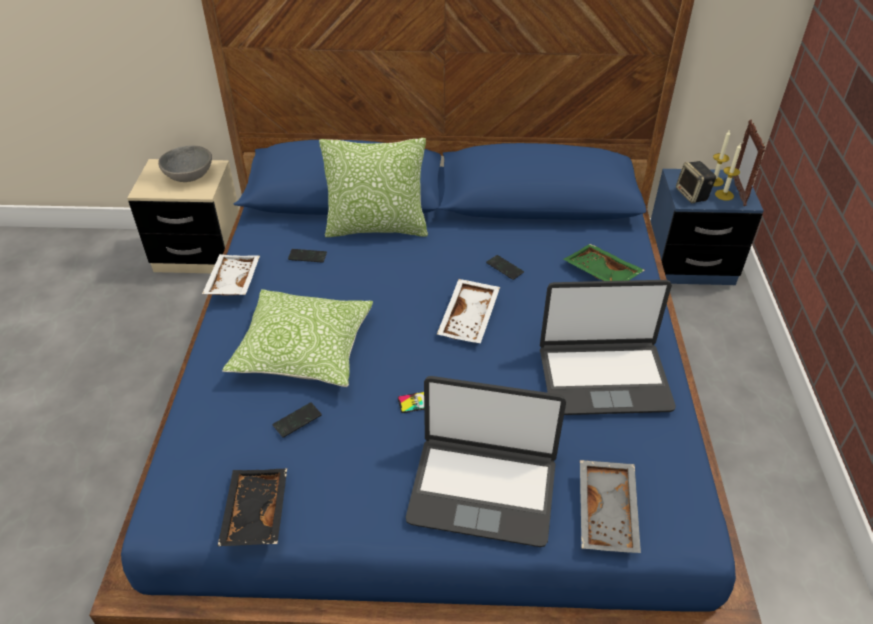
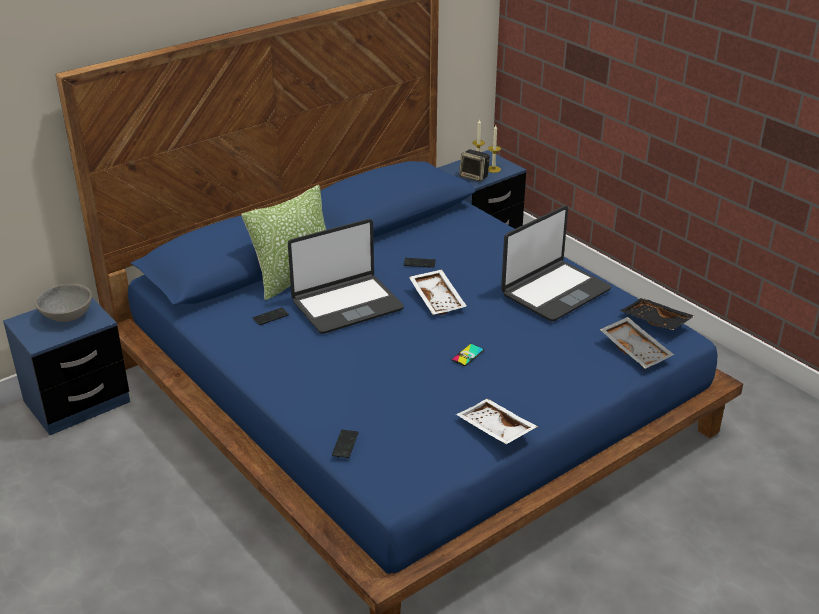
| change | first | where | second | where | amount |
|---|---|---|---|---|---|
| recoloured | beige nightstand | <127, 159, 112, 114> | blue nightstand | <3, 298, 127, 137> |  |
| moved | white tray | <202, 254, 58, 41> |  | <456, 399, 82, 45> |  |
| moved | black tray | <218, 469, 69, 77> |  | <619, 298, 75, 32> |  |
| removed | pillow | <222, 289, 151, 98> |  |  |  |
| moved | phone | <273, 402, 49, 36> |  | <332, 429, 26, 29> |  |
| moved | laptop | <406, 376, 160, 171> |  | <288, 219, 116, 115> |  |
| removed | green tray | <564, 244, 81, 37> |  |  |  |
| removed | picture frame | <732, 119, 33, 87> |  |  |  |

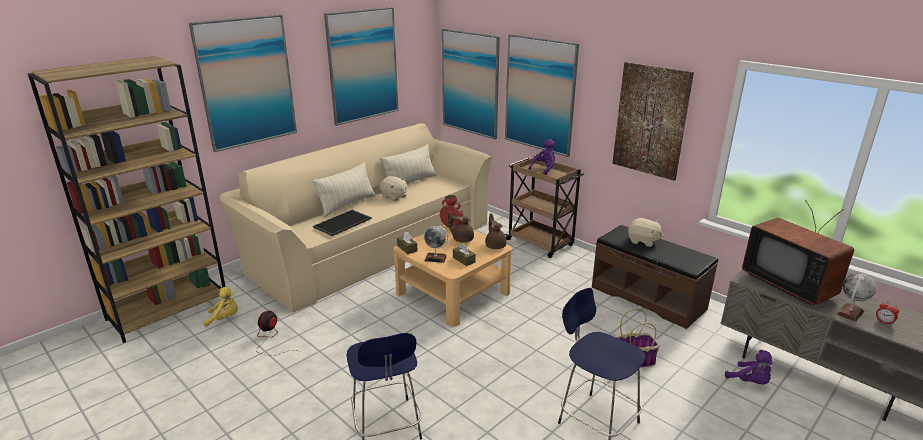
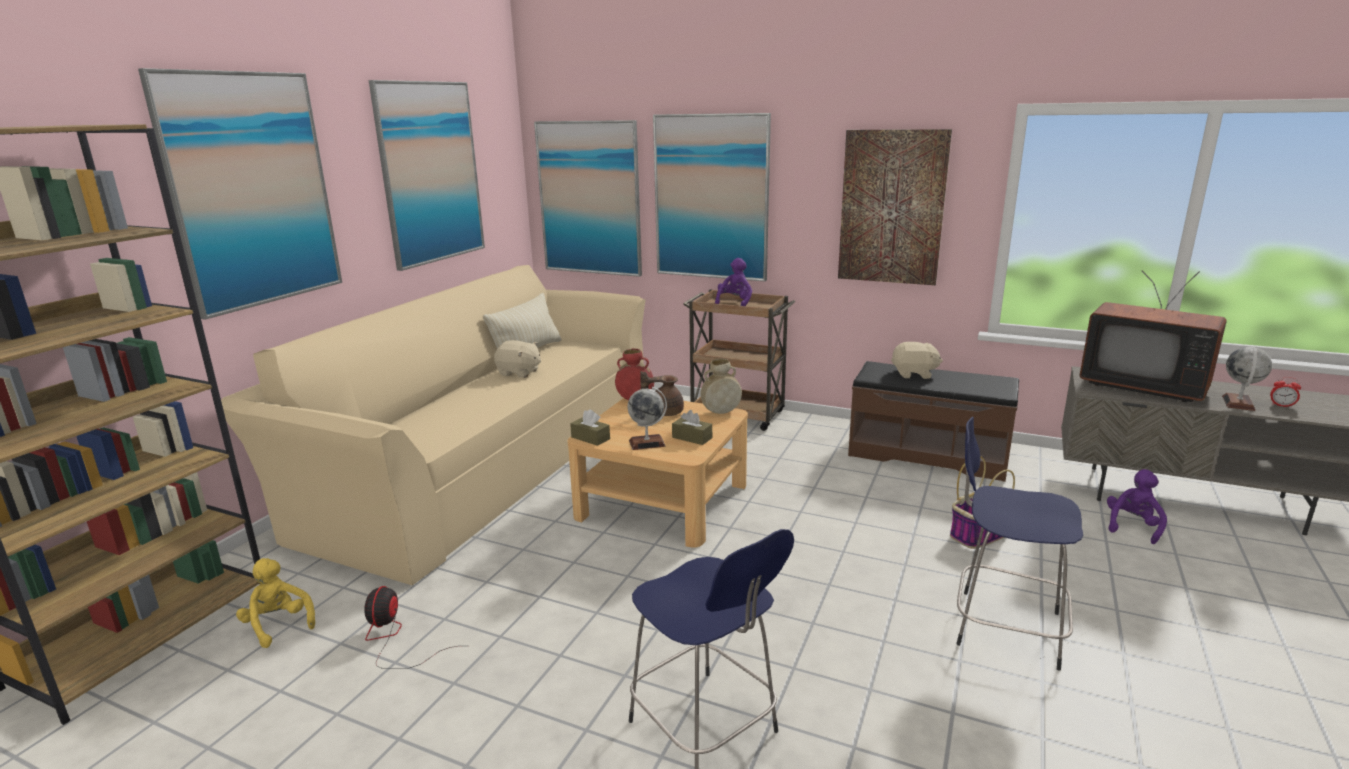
| change | first | where | second | where | amount |
|---|---|---|---|---|---|
| turned | yellow plush toy | <203, 287, 35, 40> |  | <236, 558, 79, 90> | 105 degrees counterclockwise |
| removed | beige pillow | <313, 162, 63, 55> |  |  |  |
| removed | tray | <313, 210, 59, 26> |  |  |  |
| replaced | brown teapot | <485, 213, 22, 36> | beige vase | <700, 358, 42, 56> |  |
| turned | purple plush toy | <725, 350, 48, 34> |  | <1107, 469, 60, 75> | 90 degrees counterclockwise |

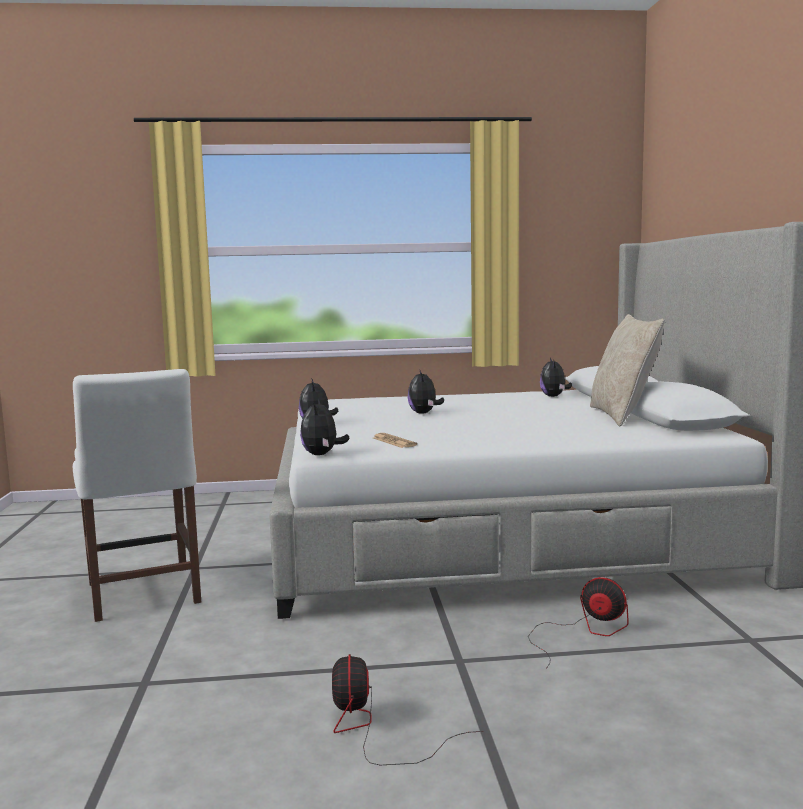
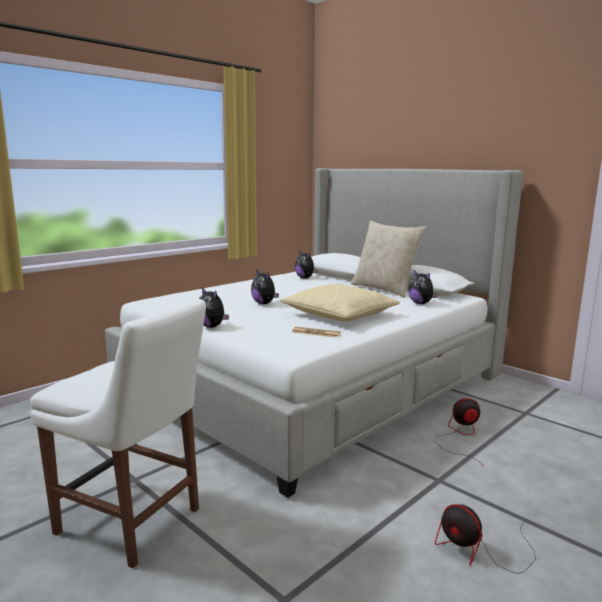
| change | first | where | second | where | amount |
|---|---|---|---|---|---|
| moved | plush toy | <300, 398, 50, 57> |  | <408, 270, 30, 34> |  |
| added |  |  | beige pillow | <280, 284, 120, 38> |  |

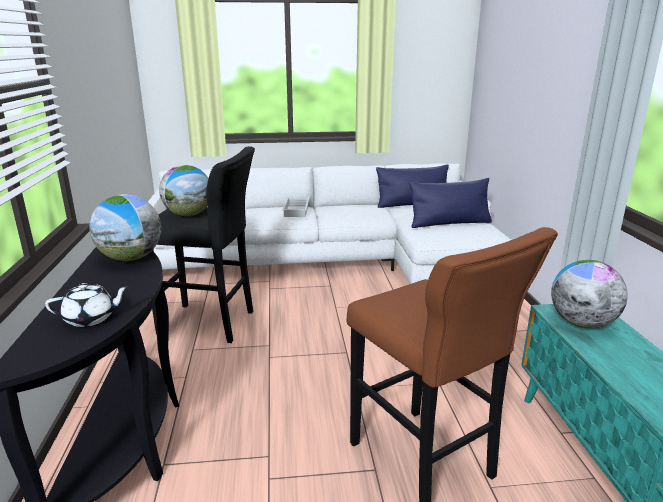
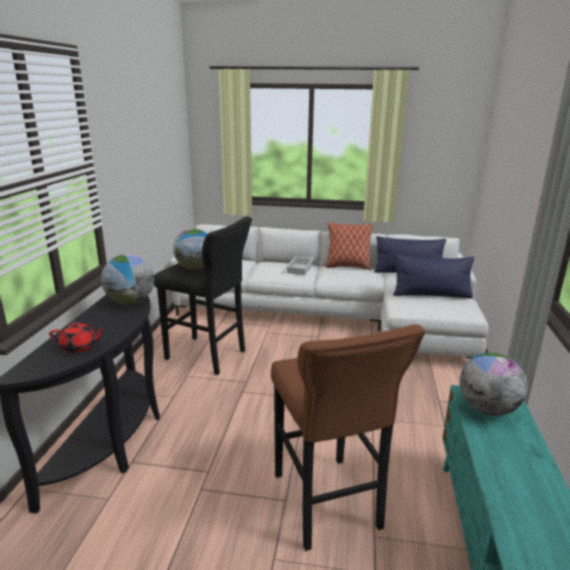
| change | first | where | second | where | amount |
|---|---|---|---|---|---|
| recoloured | white teapot | <45, 283, 84, 44> | red teapot | <49, 322, 57, 31> |  |
| added |  |  | pillow | <326, 222, 47, 48> |  |

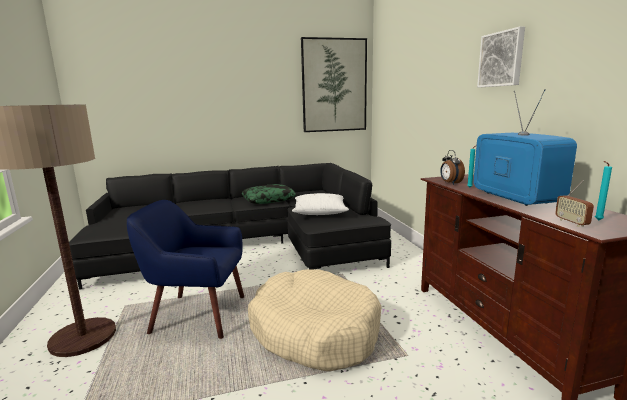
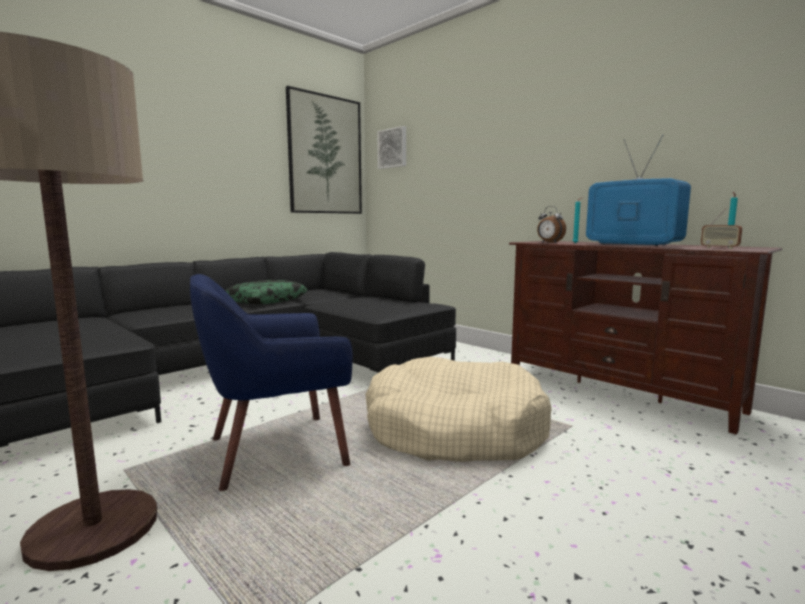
| change | first | where | second | where | amount |
|---|---|---|---|---|---|
| removed | white pillow | <292, 193, 57, 22> |  |  |  |
| moved | picture | <477, 26, 48, 61> |  | <377, 126, 29, 43> |  |

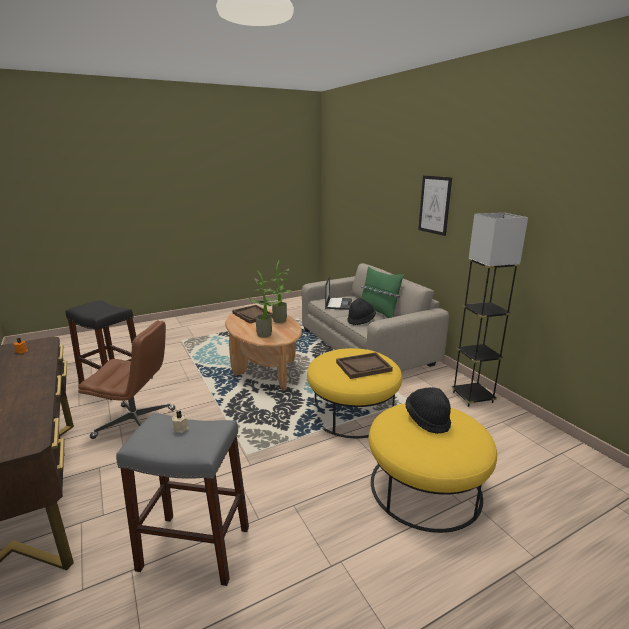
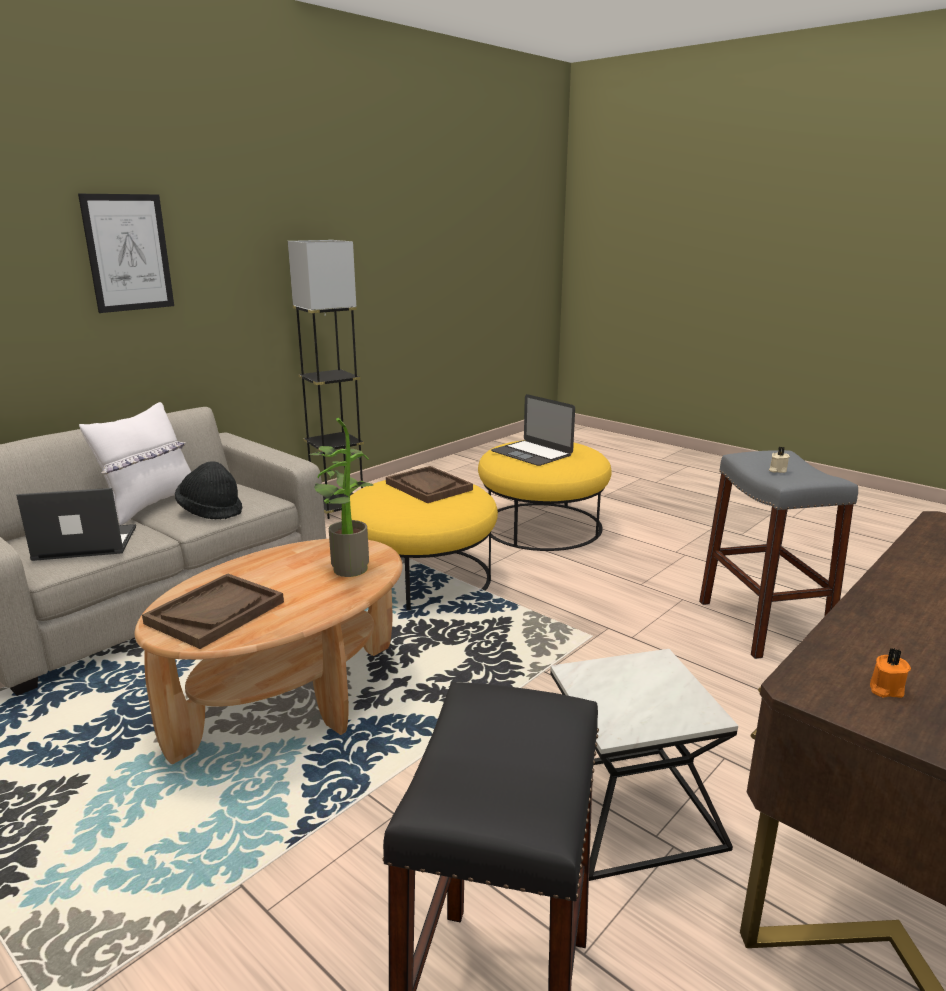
| change | first | where | second | where | amount |
|---|---|---|---|---|---|
| replaced | brown office chair | <78, 320, 97, 119> | side table | <550, 649, 188, 232> |  |
| removed | potted plant | <269, 260, 23, 63> |  |  |  |
| recoloured | green pillow | <361, 267, 43, 51> | white pillow | <79, 402, 112, 123> |  |
| replaced | black hat | <405, 387, 46, 47> | laptop | <491, 394, 84, 72> |  |

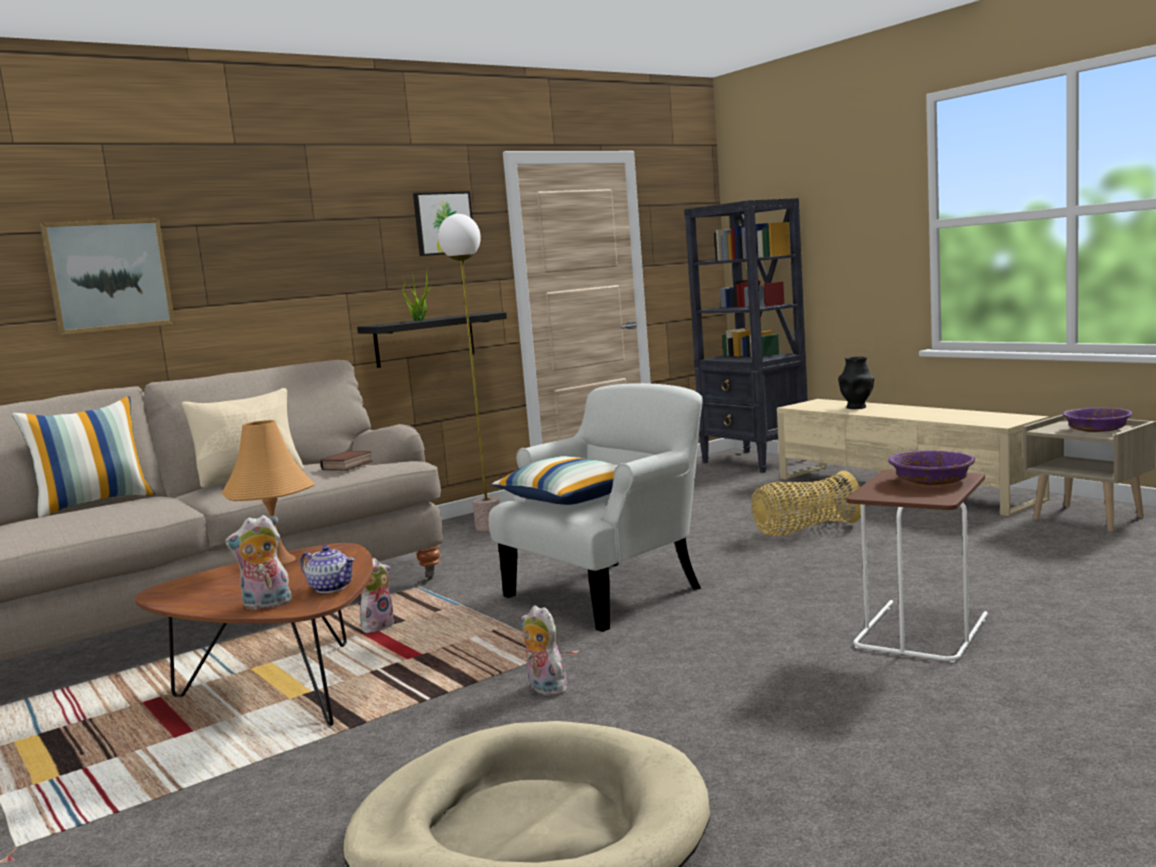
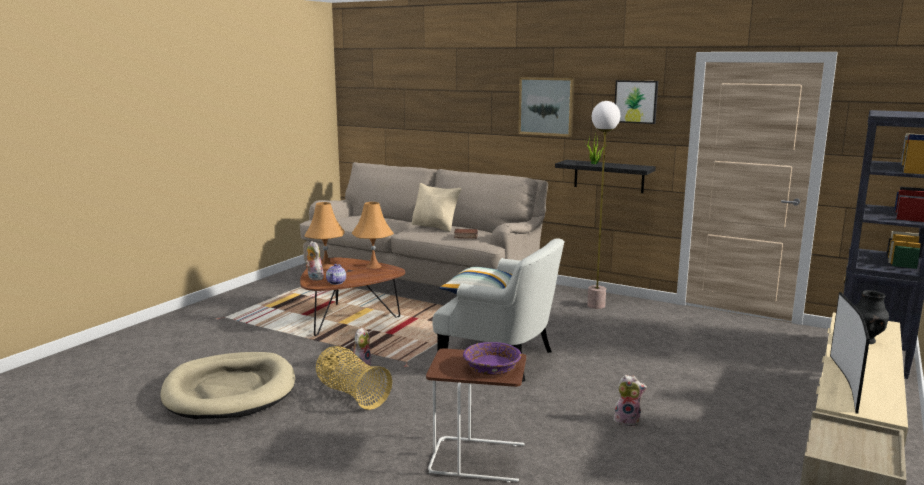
| change | first | where | second | where | amount |
|---|---|---|---|---|---|
| removed | pillow | <12, 396, 143, 122> |  |  |  |
| moved | picture | <40, 218, 135, 117> |  | <518, 77, 56, 60> |  |
| moved | plush toy | <360, 558, 34, 75> |  | <614, 375, 33, 52> |  |
| moved | basket | <751, 471, 110, 65> |  | <316, 346, 76, 64> |  |
| removed | purple bowl | <1063, 408, 69, 24> |  |  |  |
| added |  |  | orange table lamp | <304, 202, 41, 67> |  |
| added |  |  | television | <830, 292, 40, 122> |  |

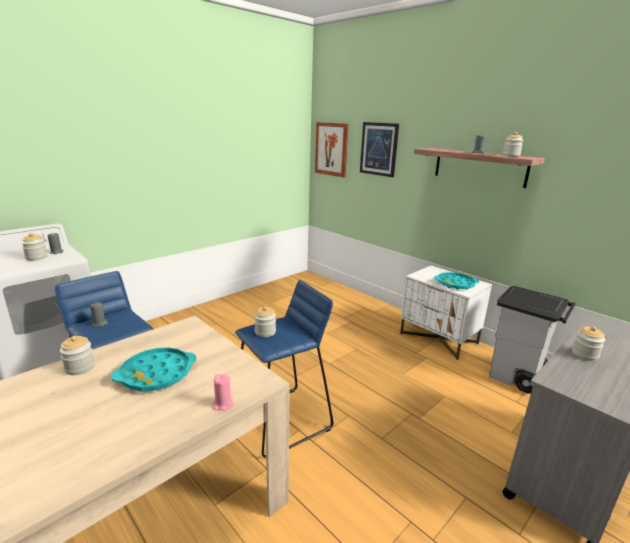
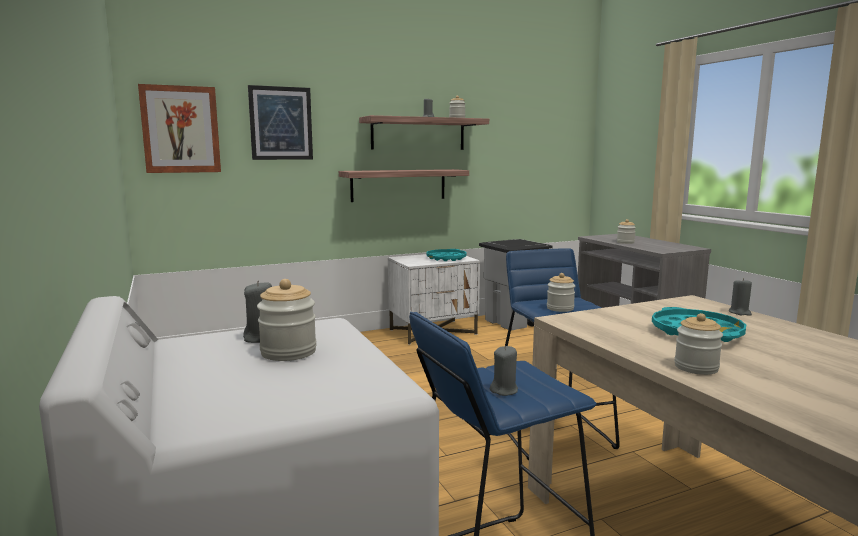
| change | first | where | second | where | amount |
|---|---|---|---|---|---|
| recoloured | pink candle | <213, 374, 21, 37> | grey candle | <729, 278, 23, 38> |  |
| added |  |  | shelf | <339, 169, 130, 33> |  |

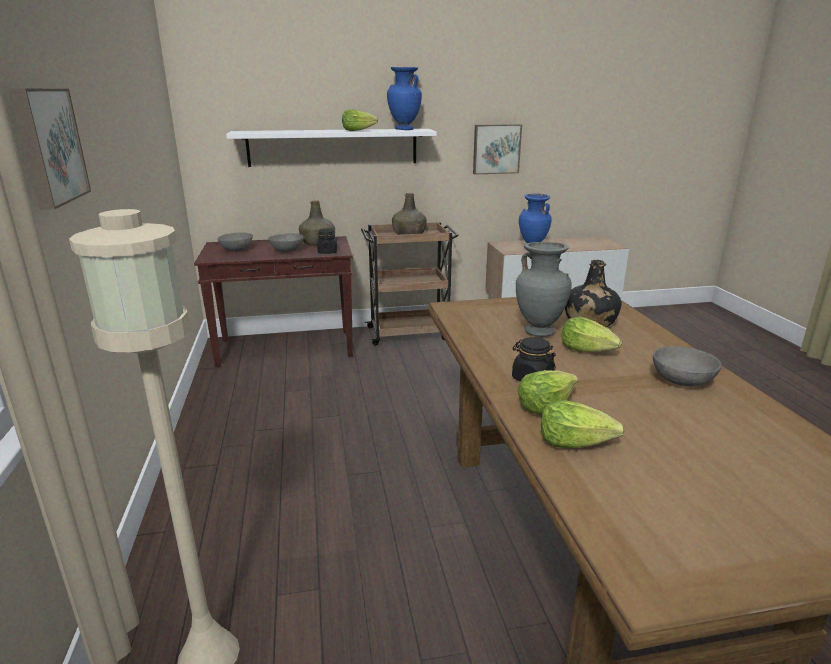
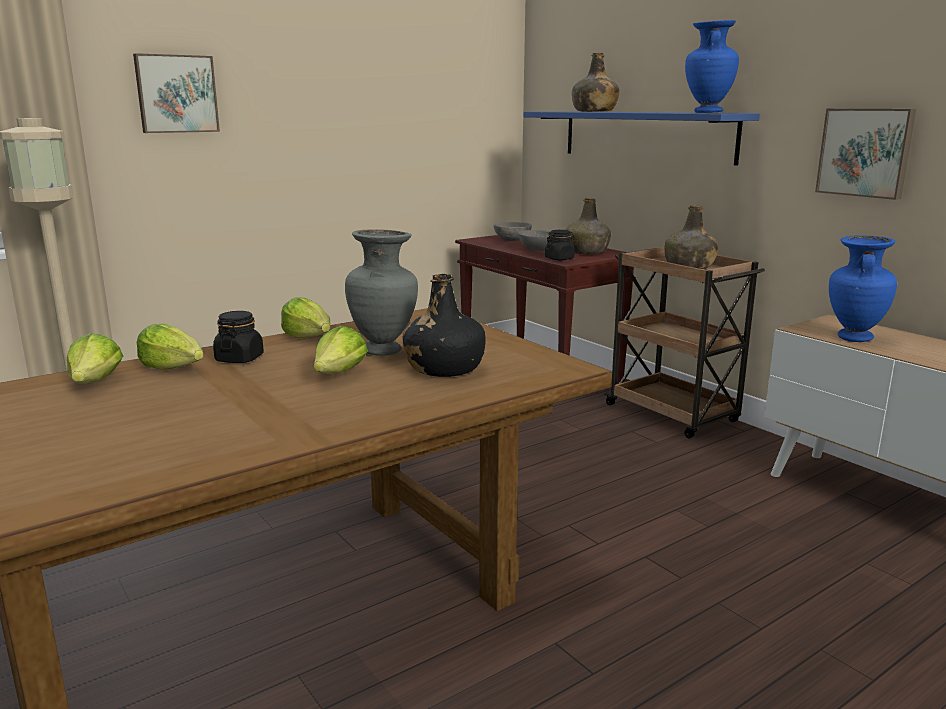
| change | first | where | second | where | amount |
|---|---|---|---|---|---|
| recoloured | white shelf | <226, 129, 211, 38> | blue shelf | <524, 111, 236, 55> |  |
| moved | lettuce | <342, 109, 36, 22> |  | <281, 298, 50, 40> |  |
| removed | grey bowl | <653, 346, 69, 40> |  |  |  |
| added |  |  | green bottle | <572, 53, 47, 59> |  |

